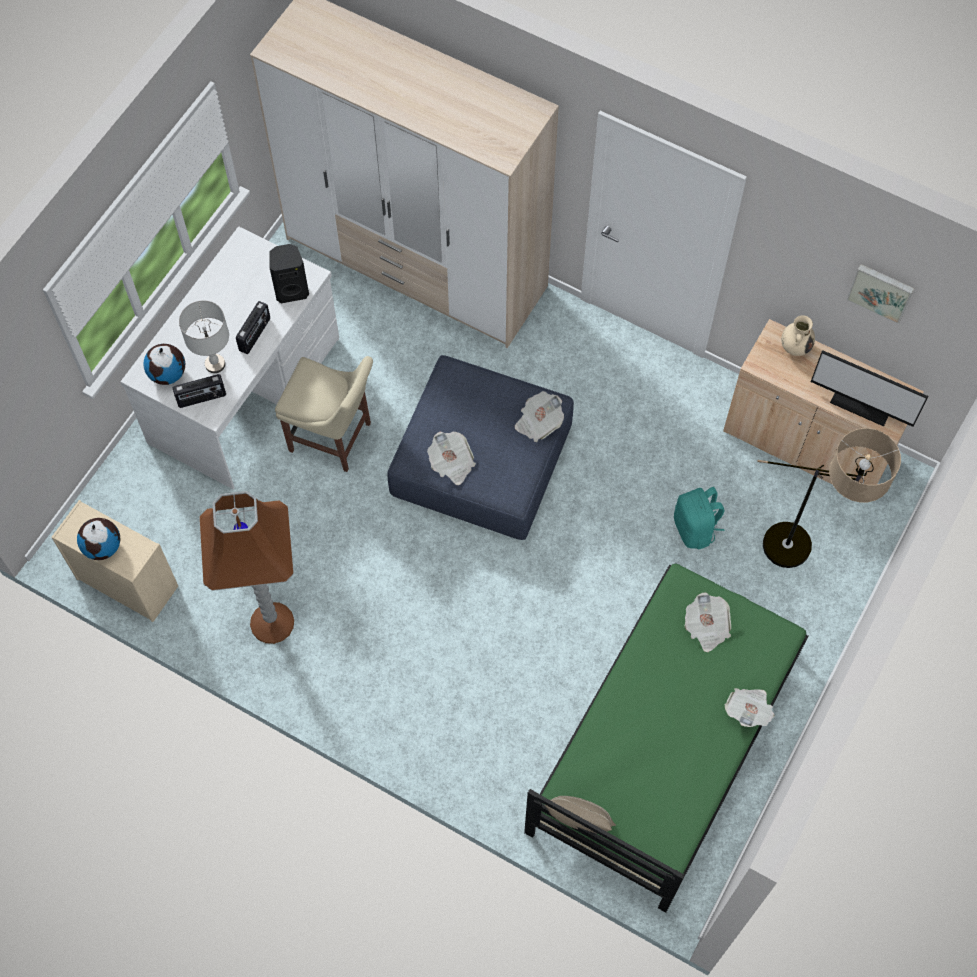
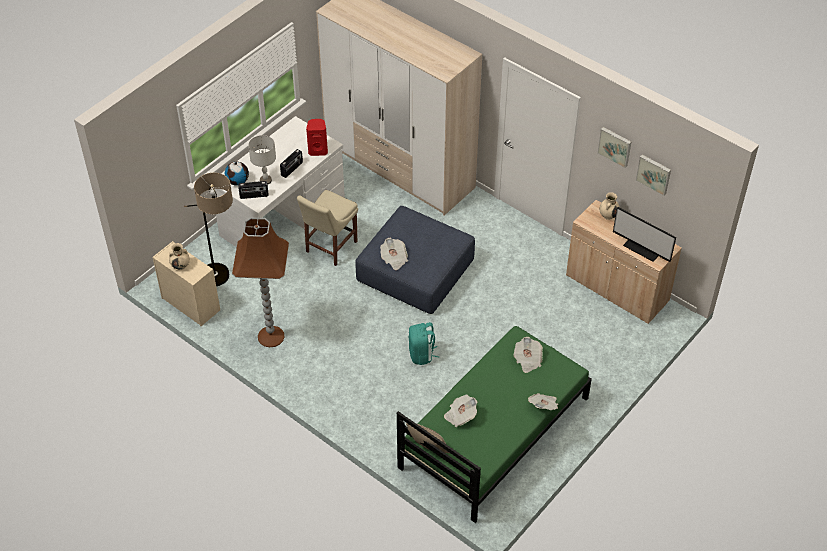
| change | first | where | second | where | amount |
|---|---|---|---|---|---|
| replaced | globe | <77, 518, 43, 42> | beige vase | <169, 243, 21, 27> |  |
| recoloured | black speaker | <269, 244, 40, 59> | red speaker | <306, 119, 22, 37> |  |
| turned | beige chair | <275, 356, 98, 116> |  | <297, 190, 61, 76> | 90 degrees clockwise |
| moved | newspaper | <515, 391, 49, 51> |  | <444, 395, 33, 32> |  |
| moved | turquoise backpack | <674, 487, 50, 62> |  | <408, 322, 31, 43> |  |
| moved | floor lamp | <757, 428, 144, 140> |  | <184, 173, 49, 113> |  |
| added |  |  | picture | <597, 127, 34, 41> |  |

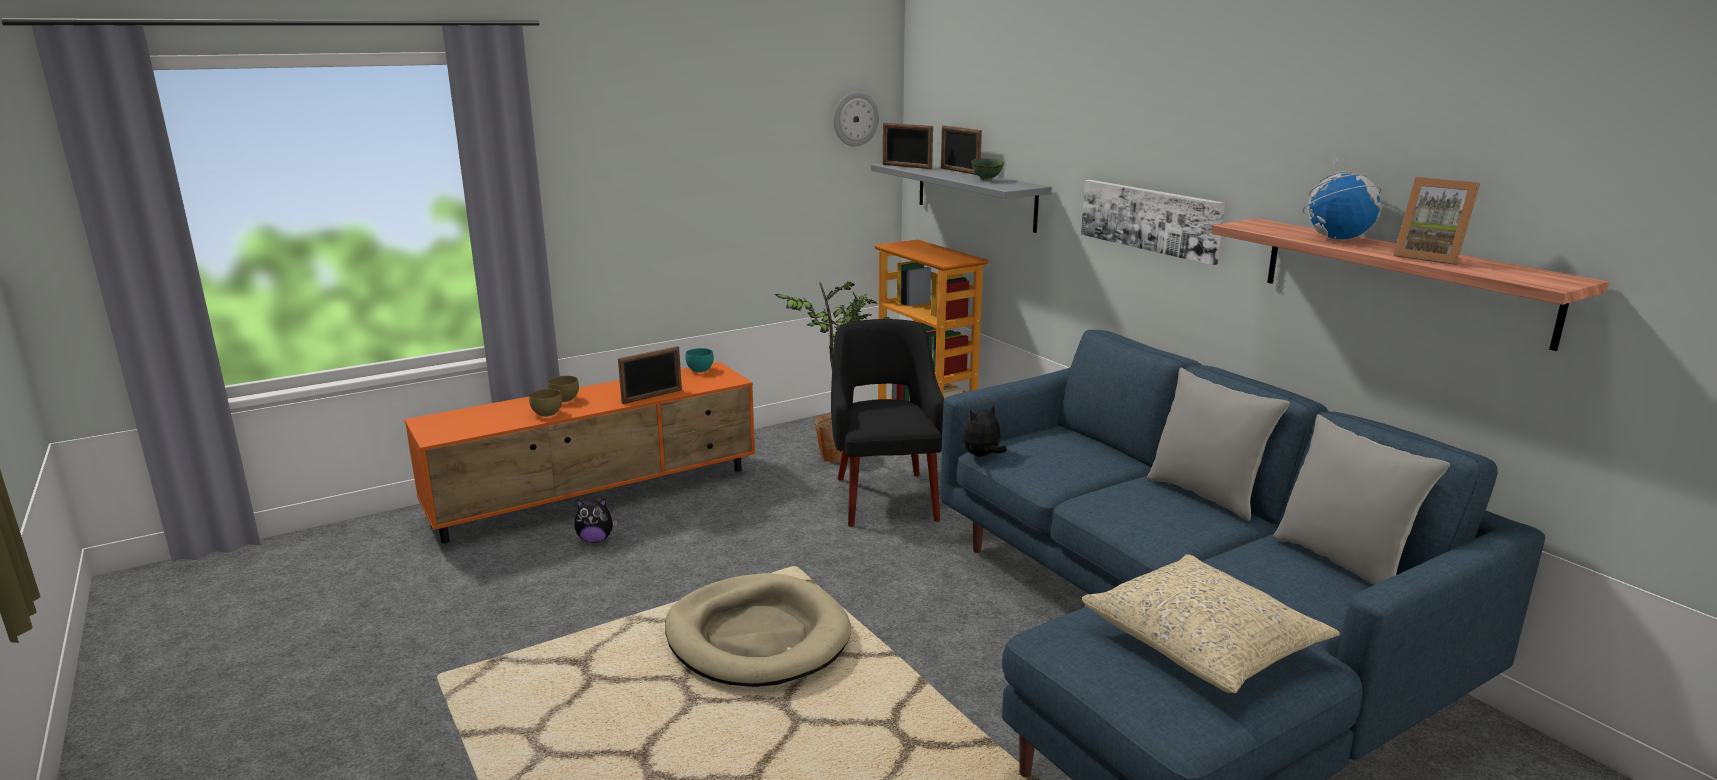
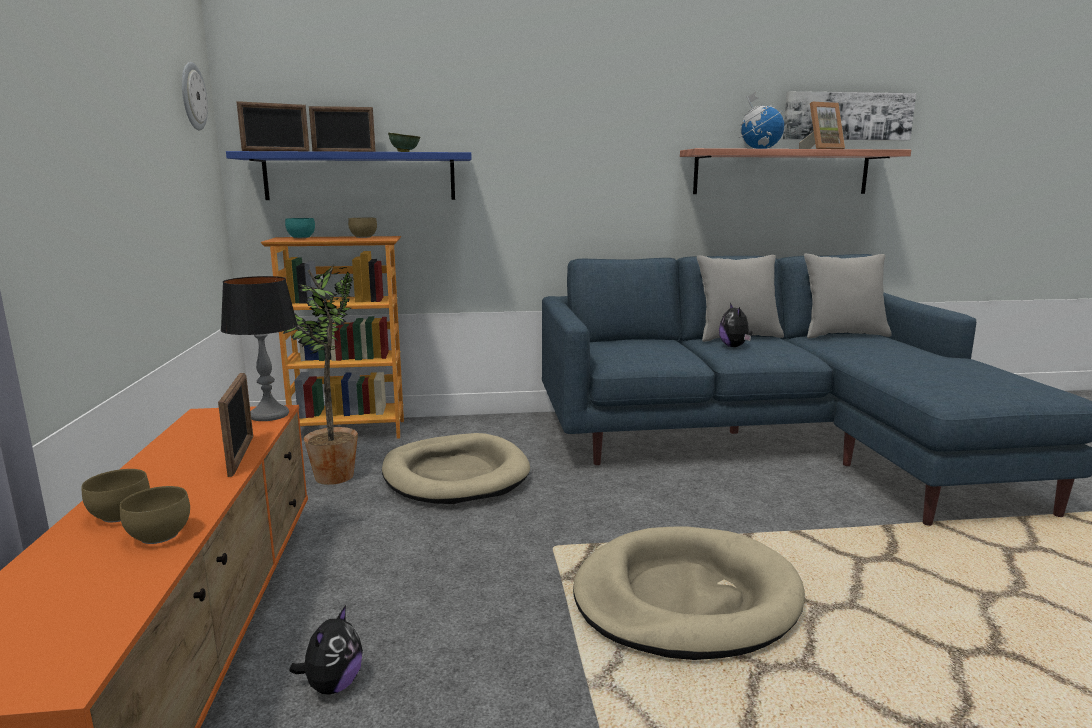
| change | first | where | second | where | amount |
|---|---|---|---|---|---|
| moved | turquoise bowl | <685, 348, 29, 24> |  | <285, 218, 30, 20> |  |
| replaced | black armchair | <831, 319, 113, 208> | beige dog bed | <382, 433, 148, 71> |  |
| recoloured | grey shelf | <871, 163, 181, 70> | blue shelf | <226, 151, 245, 49> |  |
| moved | plush toy | <963, 405, 44, 51> |  | <719, 303, 34, 44> |  |
| moved | picture | <1081, 180, 144, 85> |  | <783, 91, 133, 49> |  |
| removed | beige pillow | <1082, 554, 258, 139> |  |  |  |
| added |  |  | table lamp | <221, 276, 77, 145> |  |
| added |  |  | brown bowl | <348, 218, 29, 20> |  |

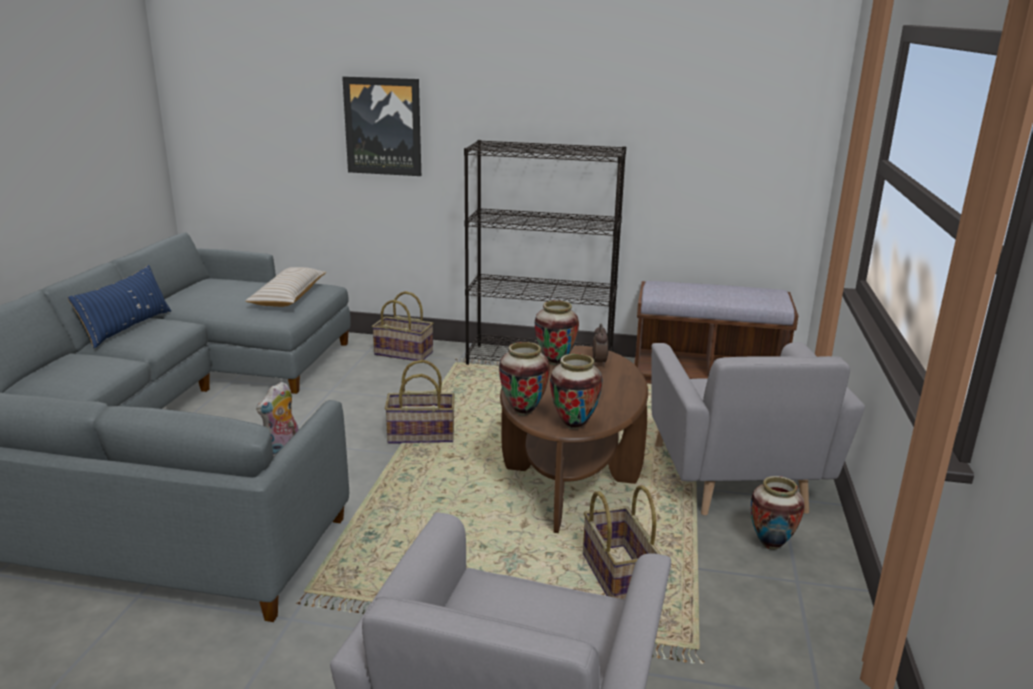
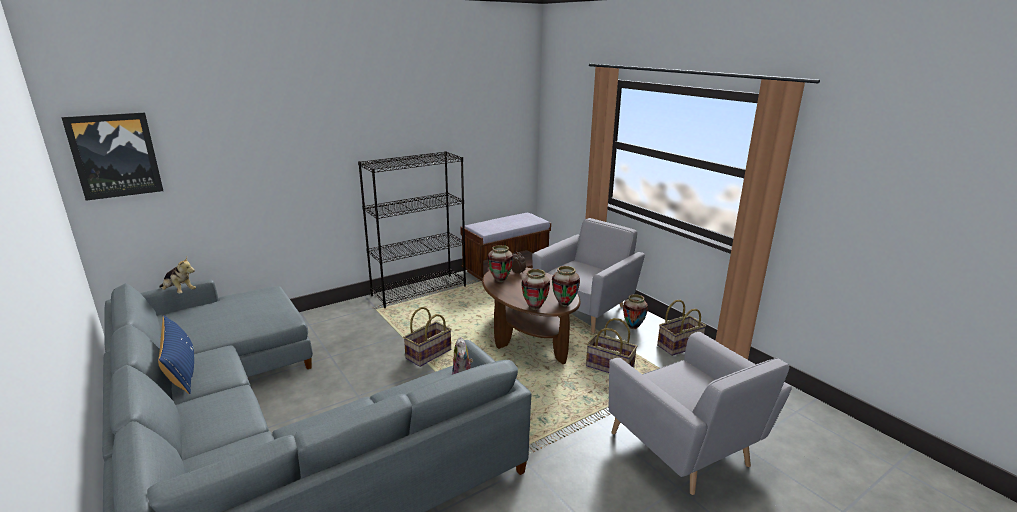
| change | first | where | second | where | amount |
|---|---|---|---|---|---|
| removed | beige pillow | <245, 267, 81, 40> |  |  |  |
| moved | picture | <342, 76, 79, 100> |  | <61, 113, 102, 88> |  |
| moved | basket | <372, 291, 61, 70> |  | <657, 300, 49, 56> |  |
| turned | grey armchair | <651, 342, 214, 173> |  | <532, 218, 113, 115> | 90 degrees counterclockwise |
| added |  |  | plush toy | <159, 257, 37, 37> |  |

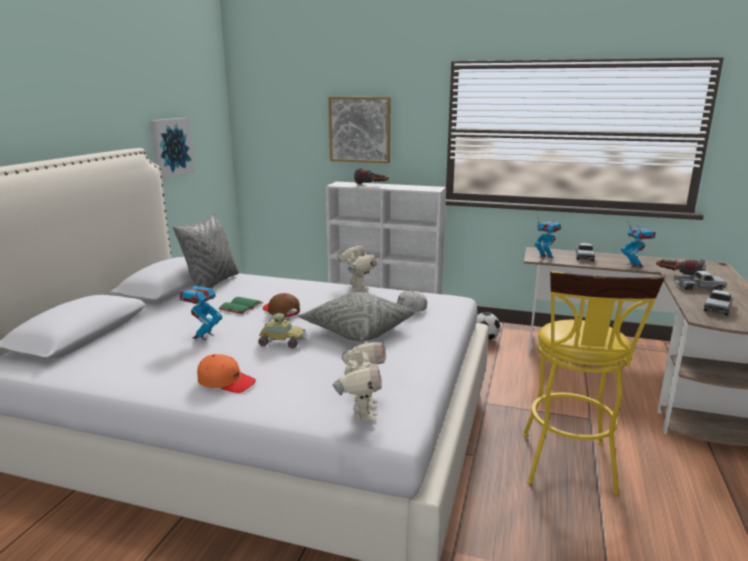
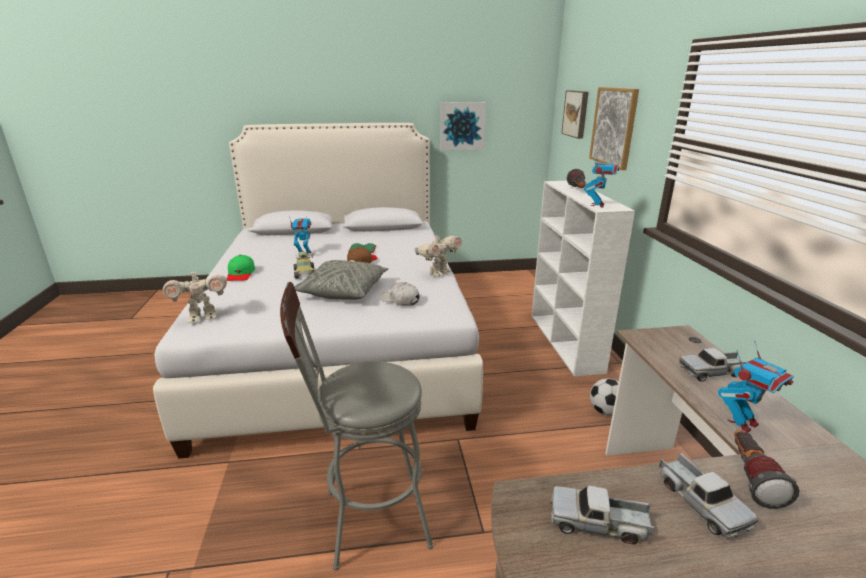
| change | first | where | second | where | amount |
|---|---|---|---|---|---|
| removed | grey pillow | <173, 214, 66, 74> |  |  |  |
| recoloured | orange cap | <197, 354, 59, 39> | green cap | <227, 255, 28, 26> |  |
| recoloured | yellow stool | <523, 271, 141, 224> | grey stool | <280, 282, 154, 288> |  |
| moved | toy robot | <535, 216, 26, 44> |  | <584, 153, 35, 55> |  |
| added |  |  | picture | <561, 90, 28, 49> |  |

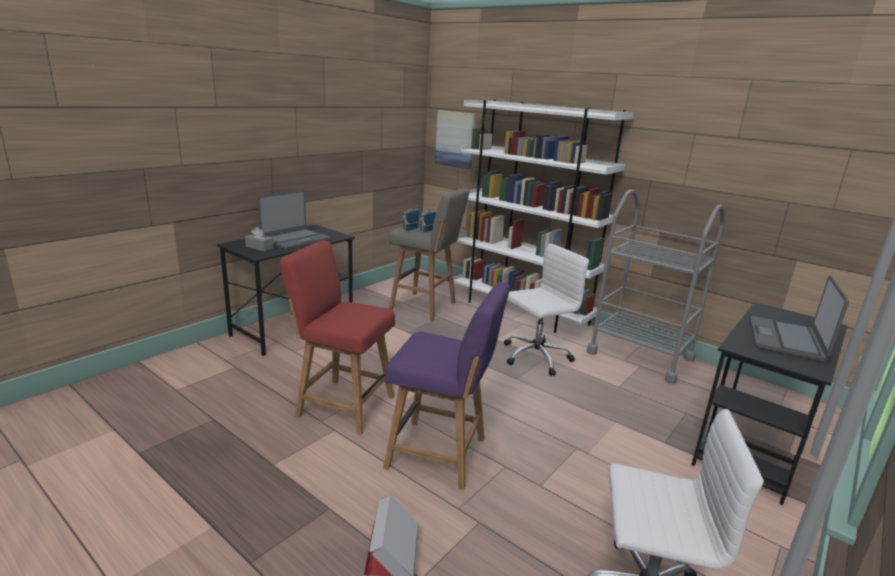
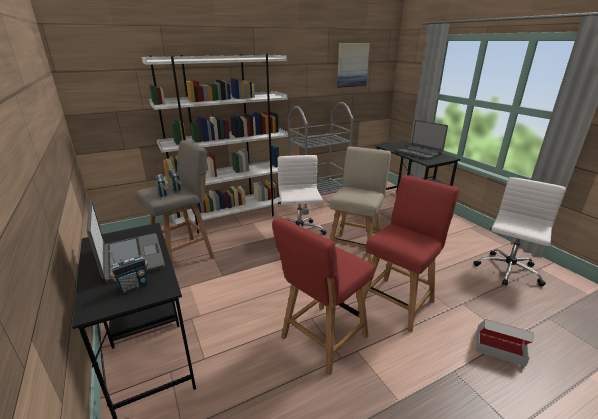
| change | first | where | second | where | amount |
|---|---|---|---|---|---|
| replaced | grey tissue box | <245, 227, 29, 24> | radio | <108, 251, 40, 43> |  |
| recoloured | purple chair | <383, 282, 127, 208> | red chair | <364, 175, 95, 158> |  |
| moved | picture | <435, 110, 41, 59> |  | <337, 43, 33, 45> |  |
| added |  |  | beige chair | <330, 146, 61, 117> |  |

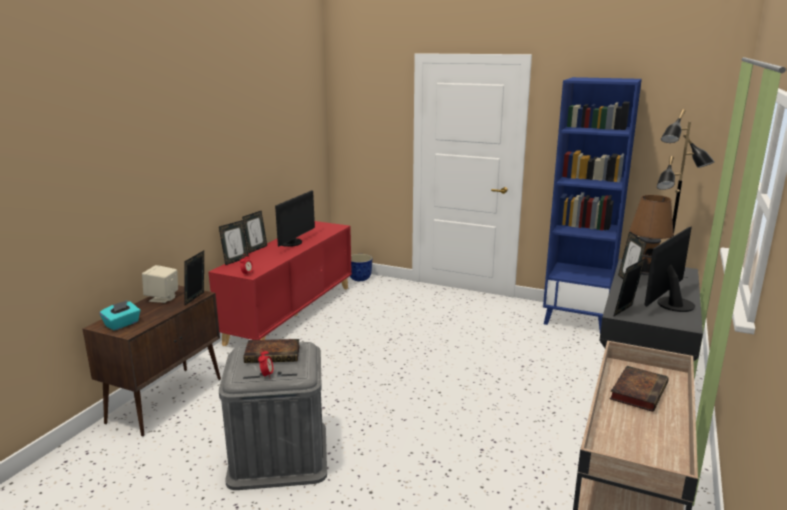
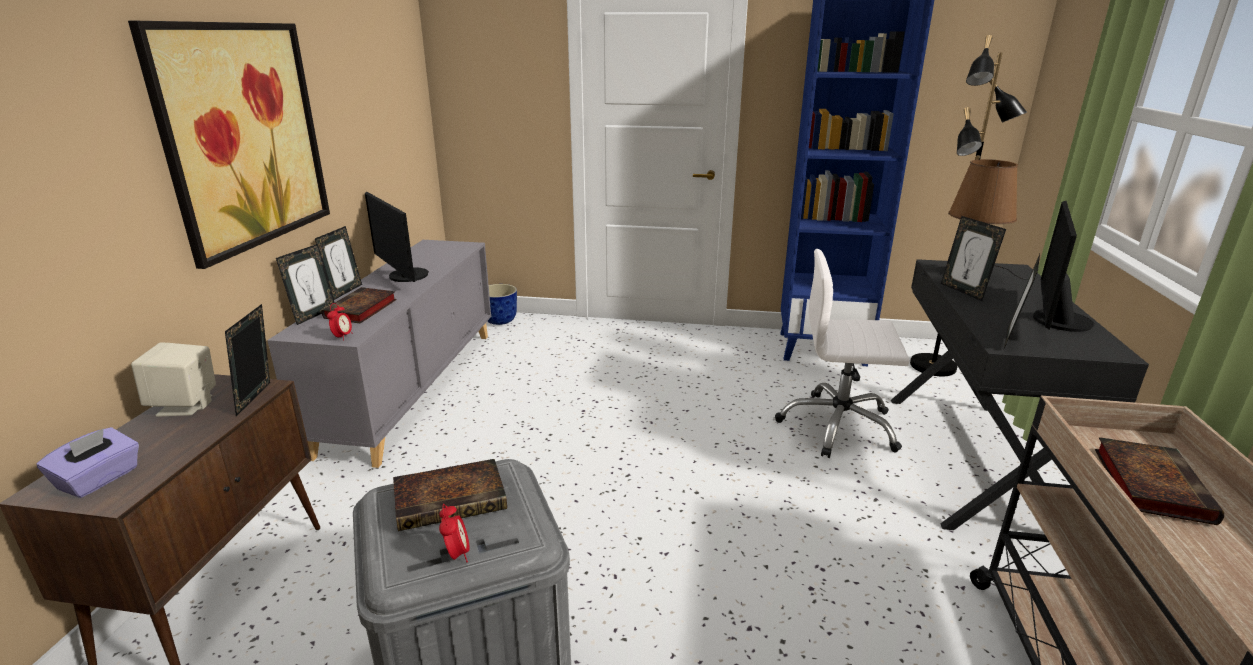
| change | first | where | second | where | amount |
|---|---|---|---|---|---|
| recoloured | turquoise tissue box | <100, 300, 40, 30> | purple tissue box | <37, 427, 102, 71> |  |
| recoloured | red cabinet | <208, 221, 144, 125> | grey cabinet | <267, 240, 224, 228> |  |
| turned | monitor | <275, 190, 40, 57> |  | <365, 192, 64, 90> | 135 degrees clockwise |
| added |  |  | picture | <128, 21, 202, 248> |  |
| added |  |  | book | <322, 287, 75, 37> |  |
| added |  |  | white office chair | <775, 249, 135, 209> |  |

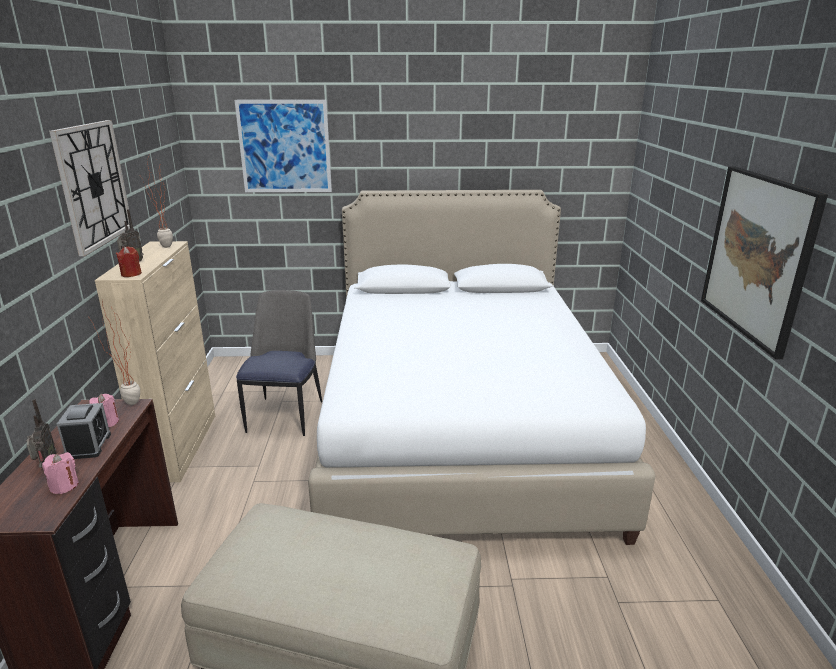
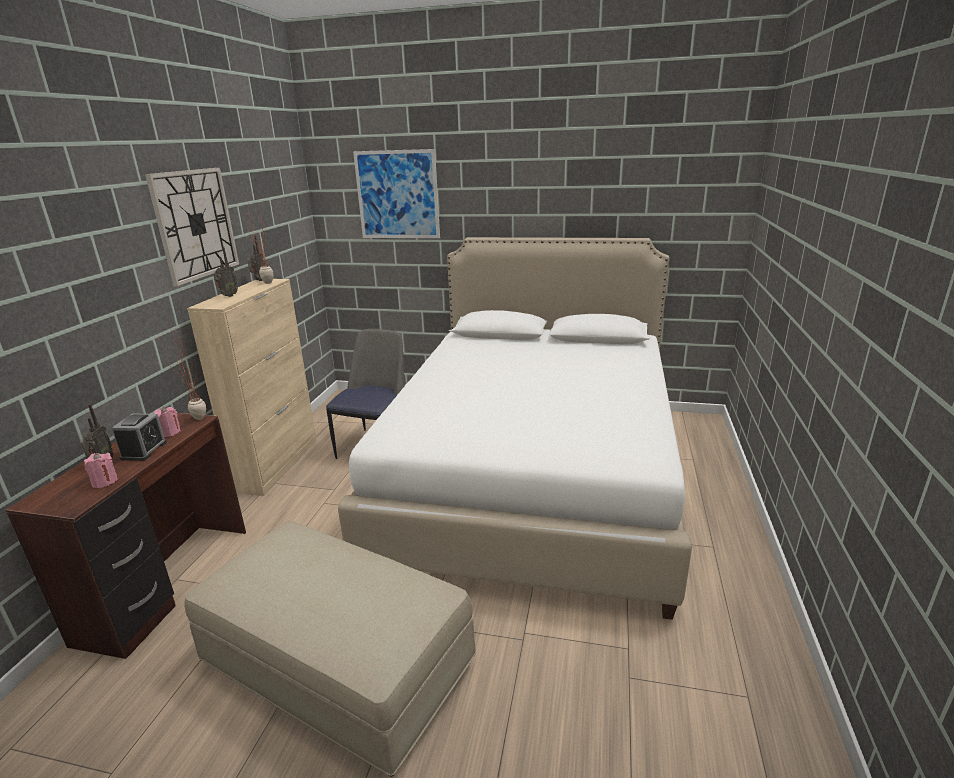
| change | first | where | second | where | amount |
|---|---|---|---|---|---|
| removed | red candle | <116, 247, 26, 30> |  |  |  |
| removed | picture | <701, 166, 127, 193> |  |  |  |
| added |  |  | radio | <247, 235, 18, 46> |  |

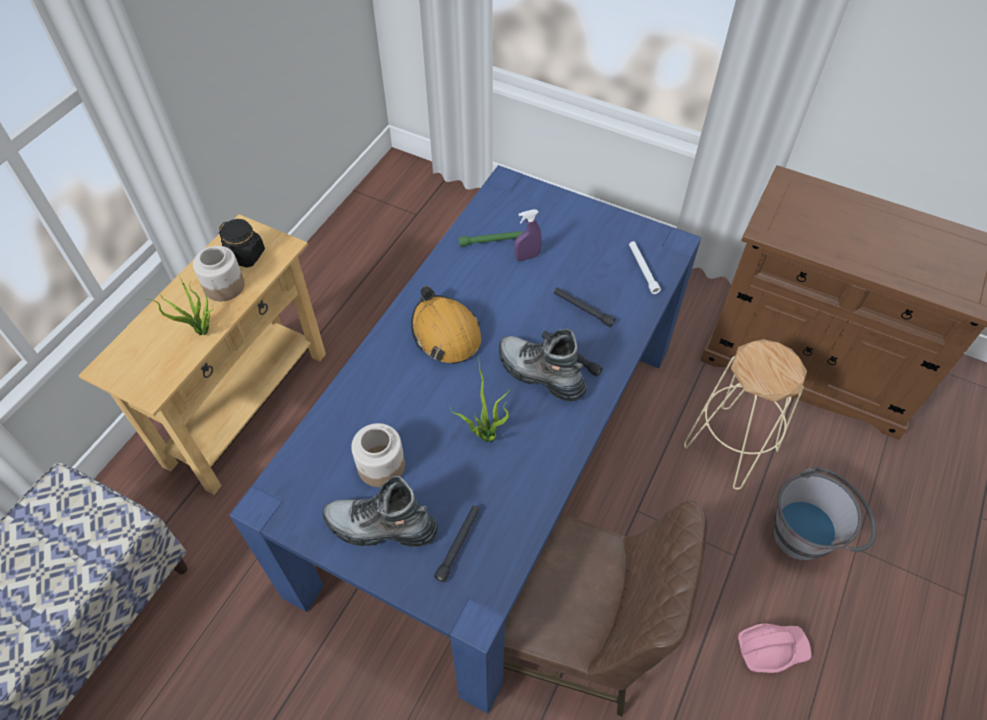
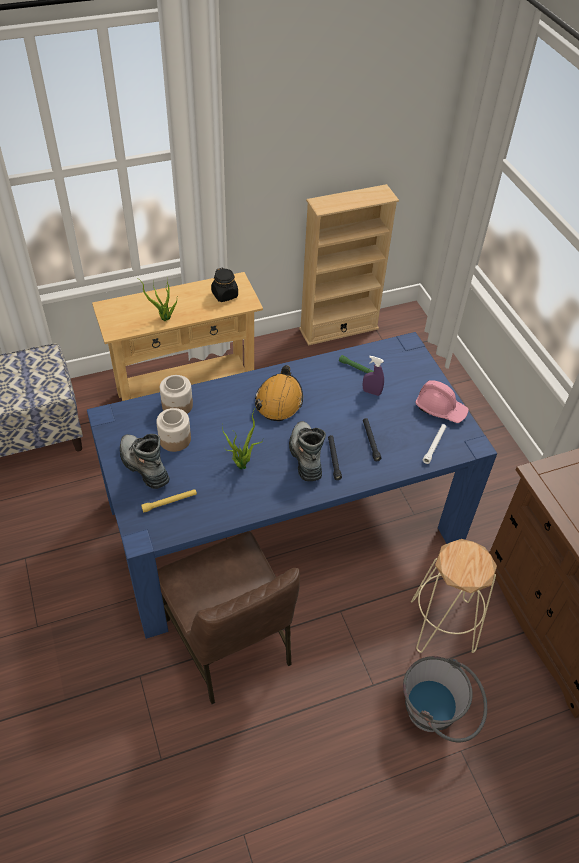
| change | first | where | second | where | amount |
|---|---|---|---|---|---|
| moved | jar | <193, 246, 52, 55> |  | <160, 375, 33, 39> |  |
| recoloured | black flashlight | <434, 505, 46, 77> | yellow flashlight | <141, 489, 56, 23> |  |
| moved | pink hard hat | <738, 623, 74, 50> |  | <416, 380, 53, 43> |  |
| added |  |  | beige bookcase | <299, 184, 100, 162> |  |

